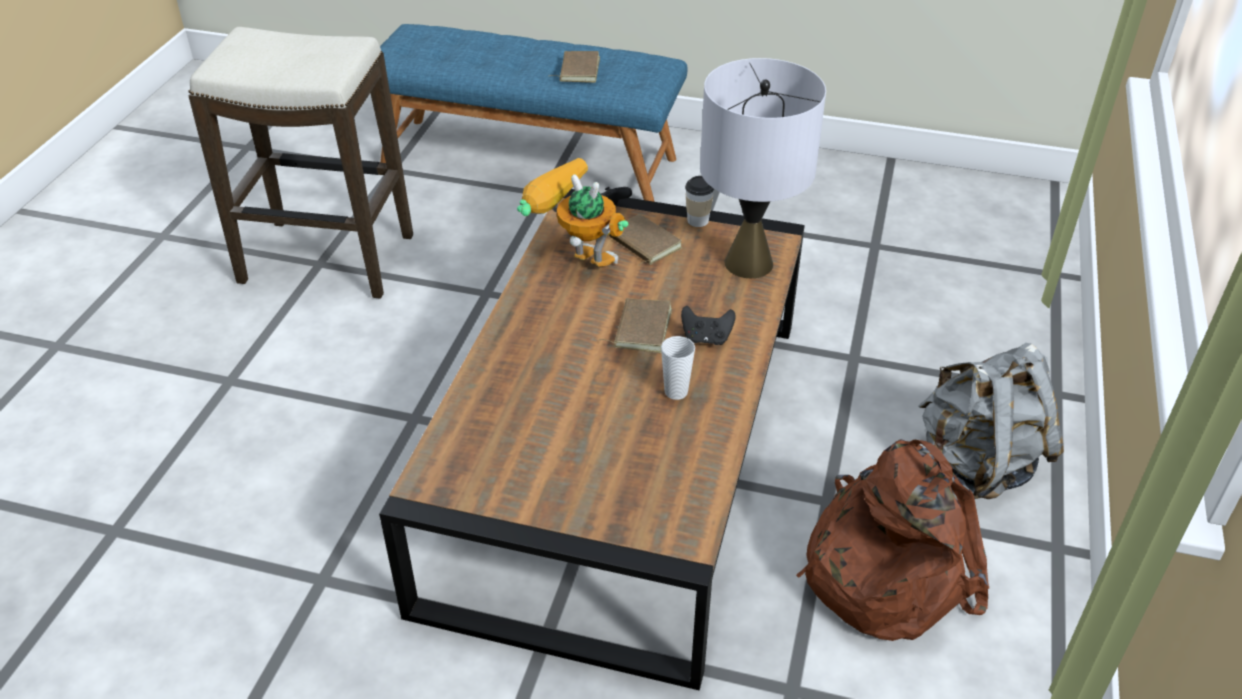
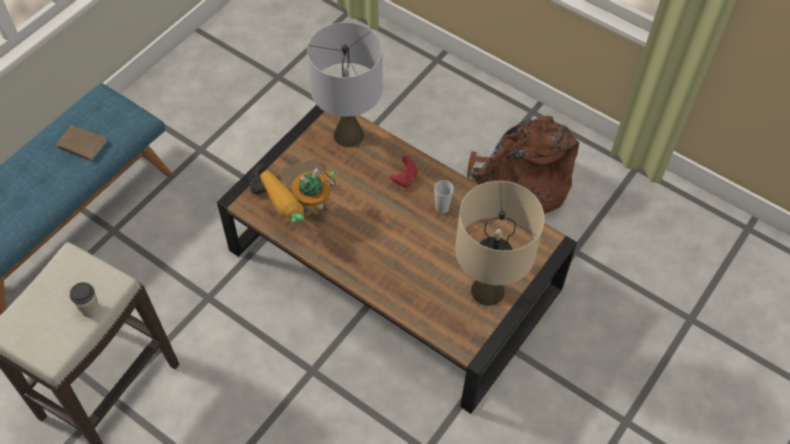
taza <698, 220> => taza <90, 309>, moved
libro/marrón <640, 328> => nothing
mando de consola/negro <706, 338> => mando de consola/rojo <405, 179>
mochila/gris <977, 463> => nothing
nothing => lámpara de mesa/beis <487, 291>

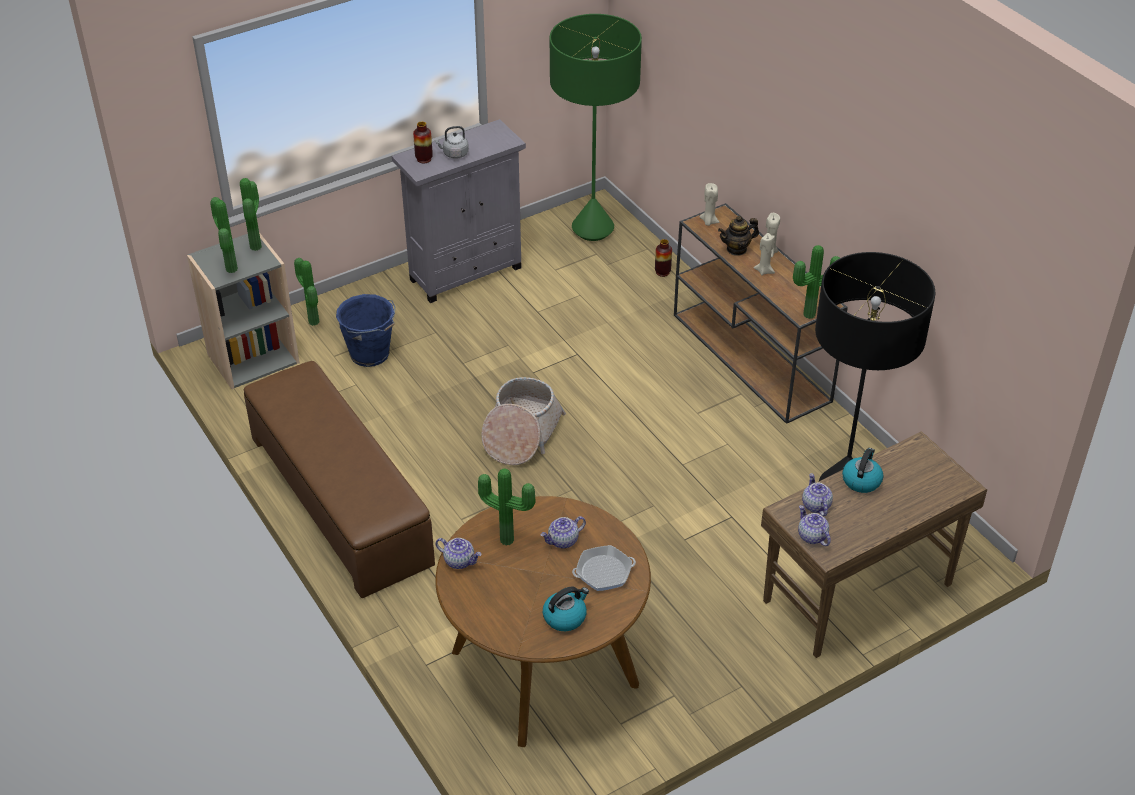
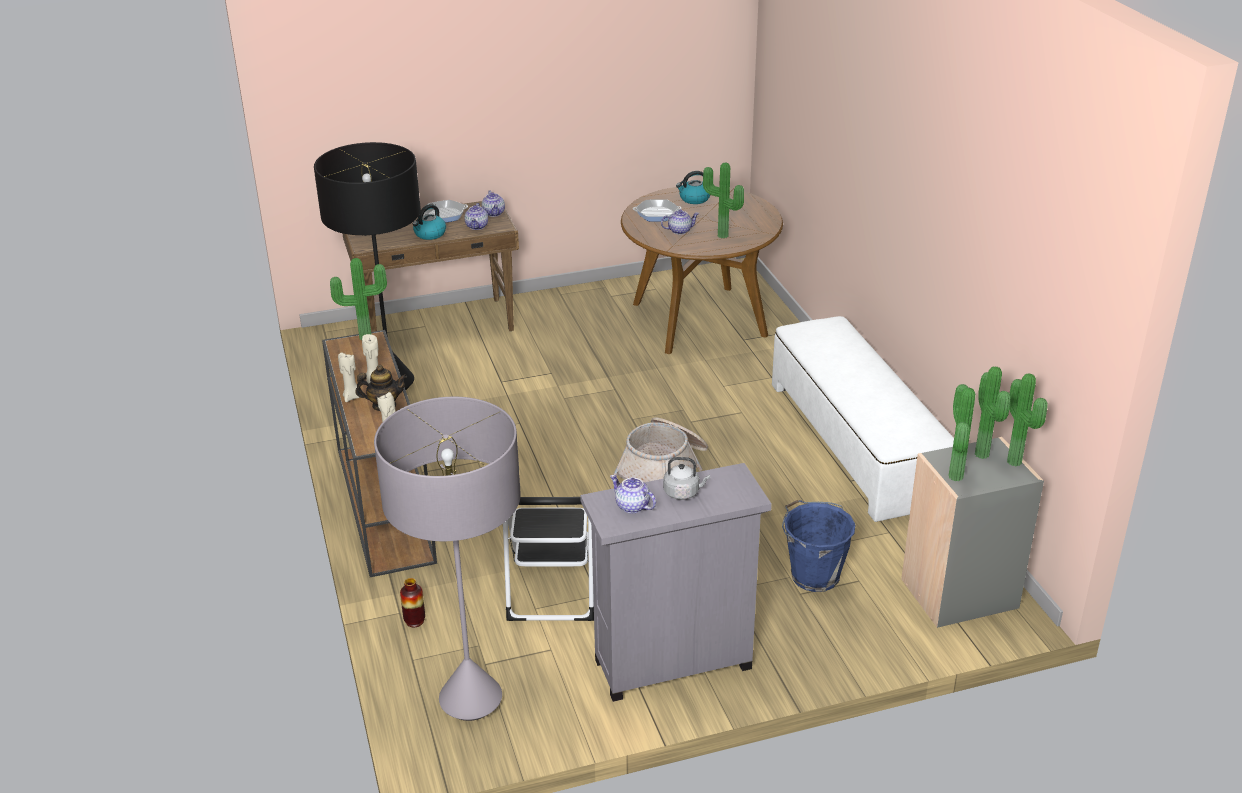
lámpara de pie/verde <592, 231> => lámpara de pie/gris <471, 702>
florero <424, 159> => nothing
planta en maceta <312, 322> => planta en maceta <1017, 461>, moved
banco/marrón <338, 499> => banco/blanco <856, 442>
tetera <459, 561> => tetera <632, 506>, moved
nothing => sartén <444, 215>
nothing => escalera de tijera <552, 588>

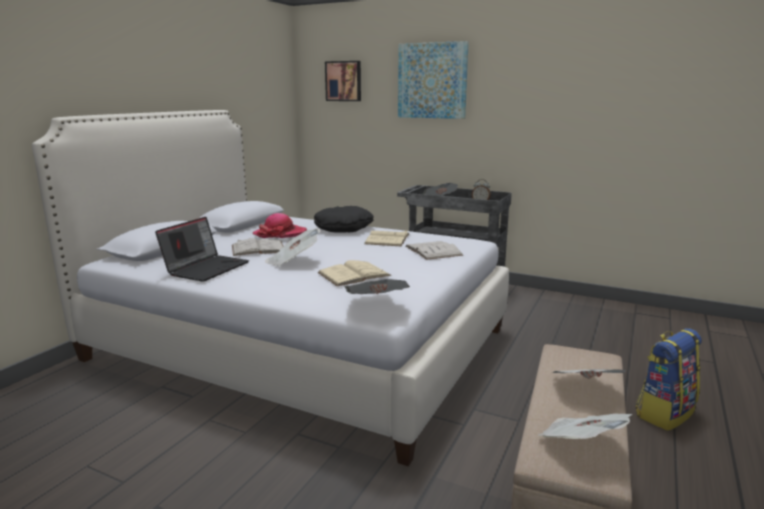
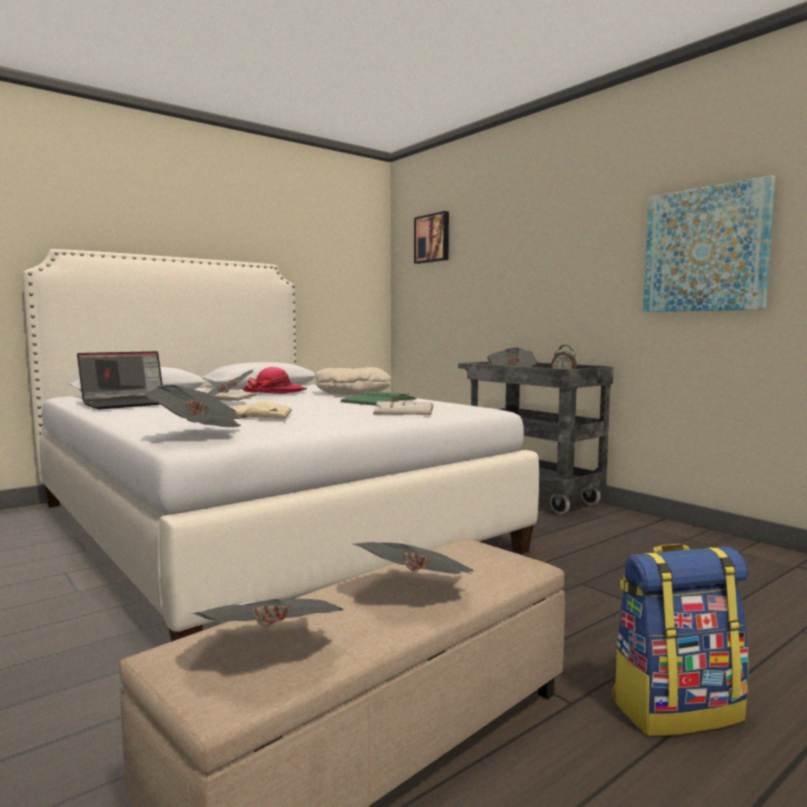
cuadro <432, 81> => cuadro <705, 250>, moved
cojín/negro <342, 228> => cojín/beis <352, 393>
libro/beis <387, 239> => libro/verde <378, 401>

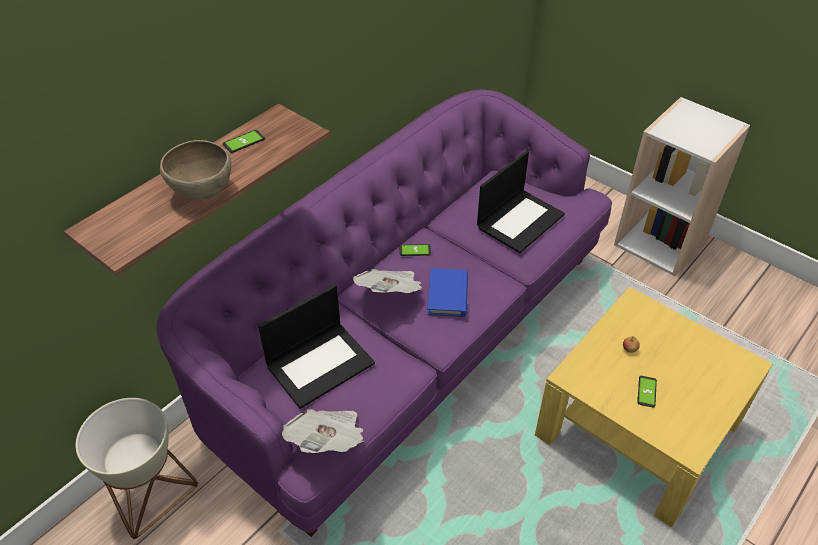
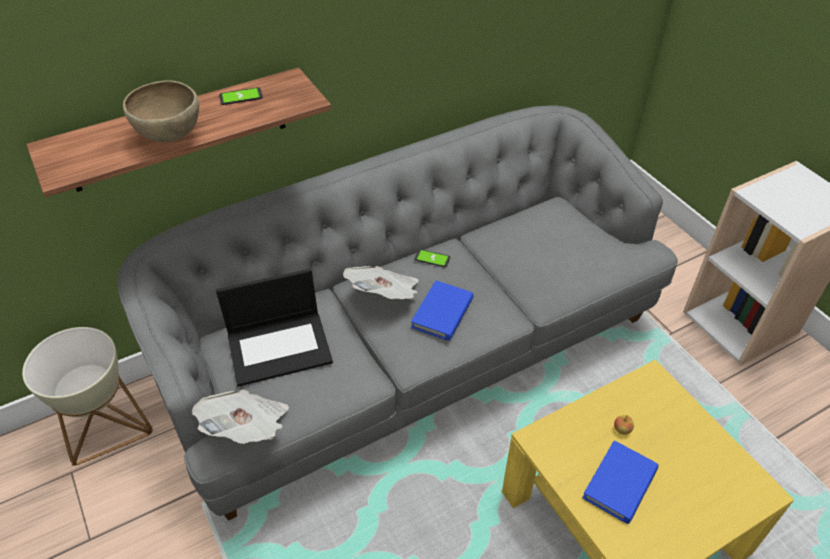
sofá/morado <408, 341> => sofá/gris <414, 353>
portátil <520, 220> => nothing
móvil <646, 392> => libro/azul <620, 484>

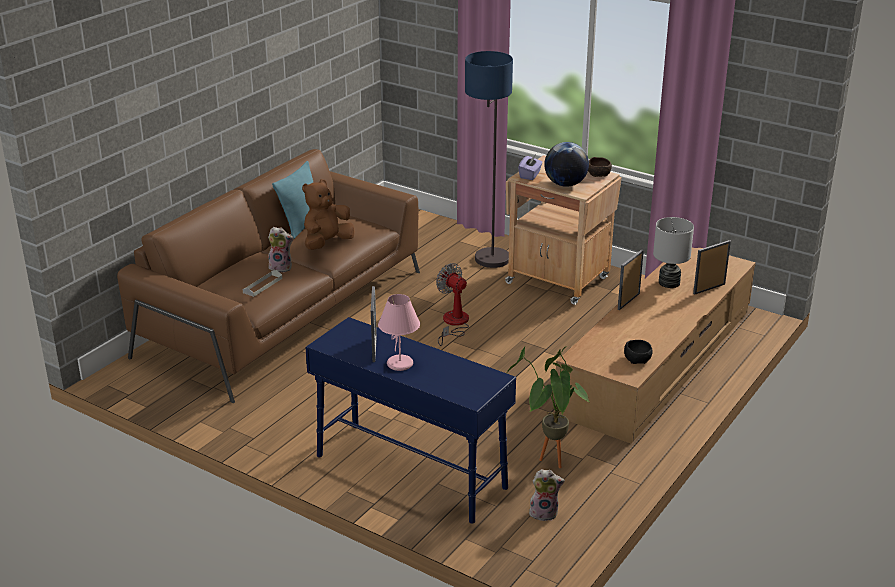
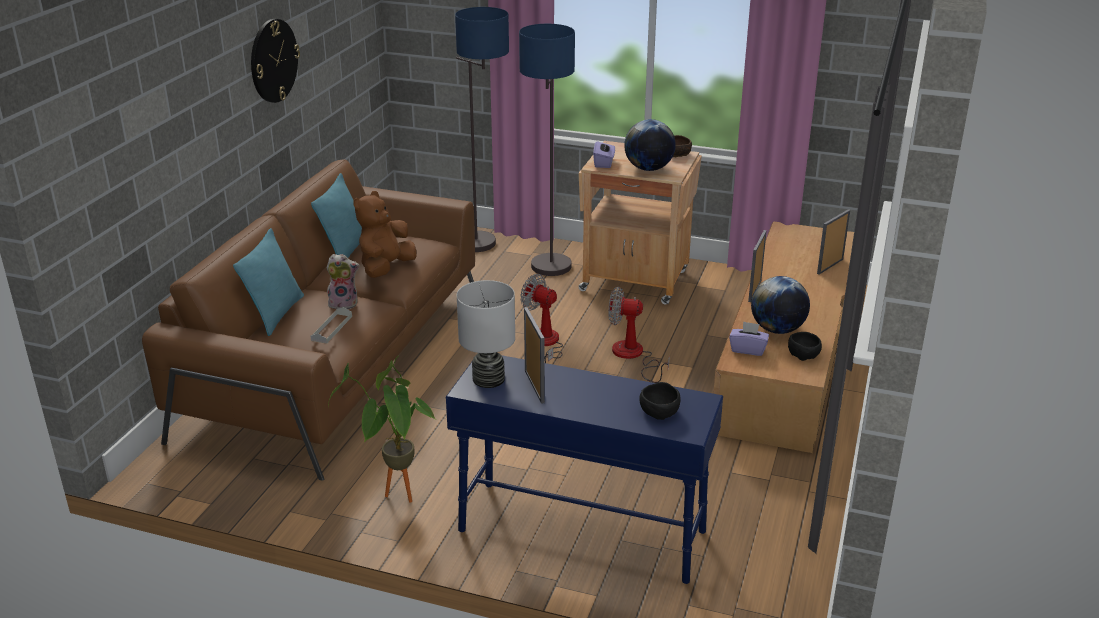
lámpara de mesa/gris <669, 283> => lámpara de mesa/gris <488, 379>, moved
lámpara de mesa/rosa <400, 364> => nothing
planta en maceta <548, 463> => planta en maceta <396, 498>, moved
peluche <544, 513> => nothing
nothing => lámpara de pie/azul <484, 247>
nothing => reloj de pared <273, 60>
nothing => cojín/turquesa <276, 314>
nothing => globo terráqueo <777, 329>
nothing => ventilador <633, 356>
nothing => caja de pañuelos/morado <748, 349>
nothing => cuenco/negro <659, 412>

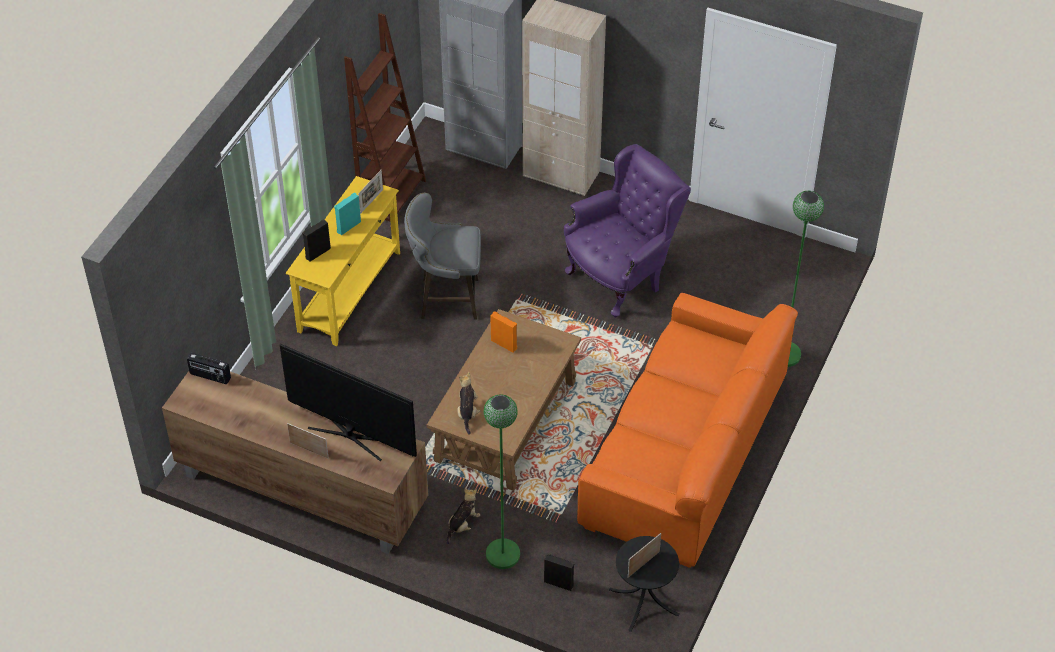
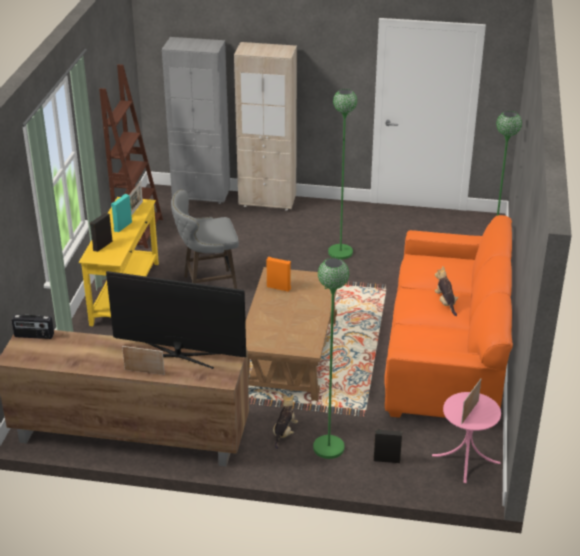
sillón/morado <620, 277> => lámpara de pie/verde <340, 252>
peluche <467, 412> => peluche <445, 303>, moved
mesa auxiliar/negro <644, 602> => mesa auxiliar/rosa <466, 459>

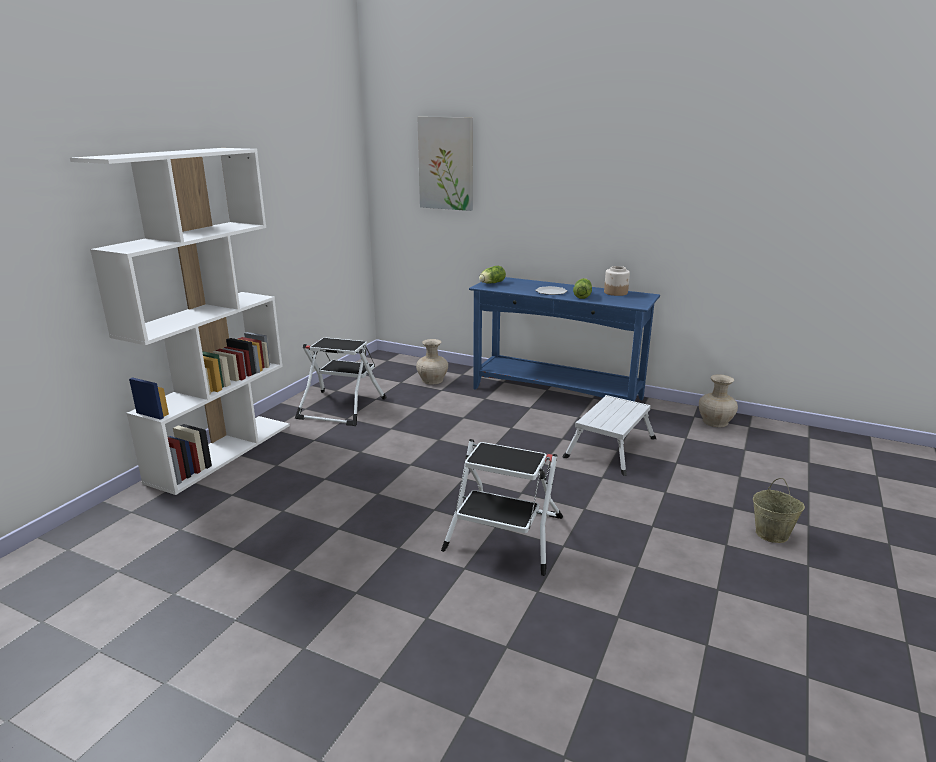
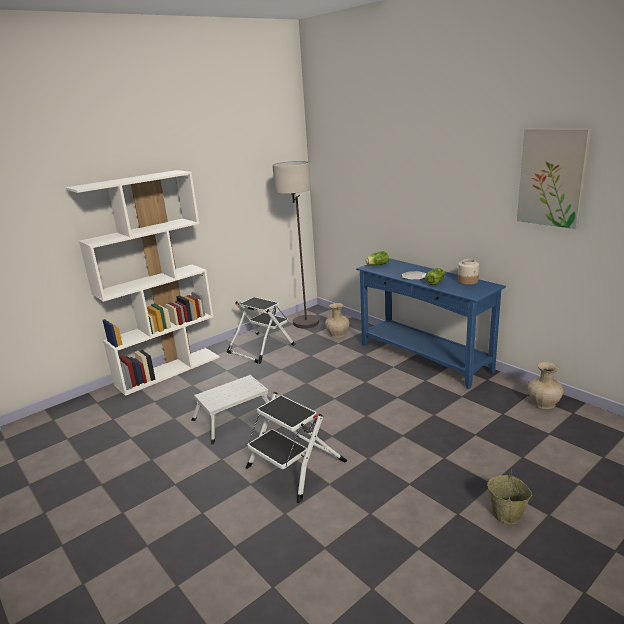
cuadro <446, 163> => cuadro <552, 177>, moved
escalera de tijera/blanco <611, 447> => escalera de tijera/blanco <235, 418>, moved
nothing => lámpara de pie/gris <304, 326>

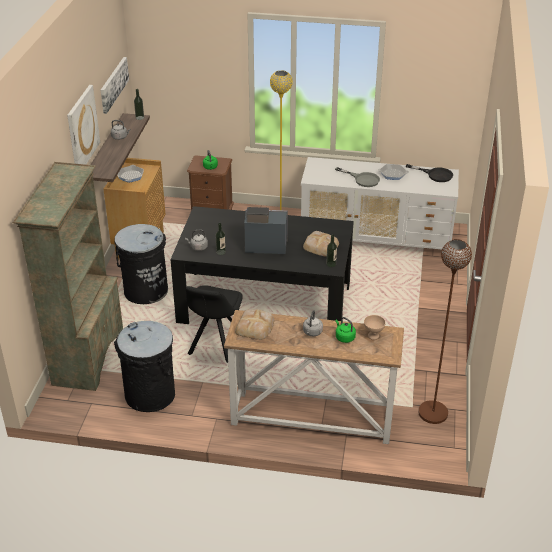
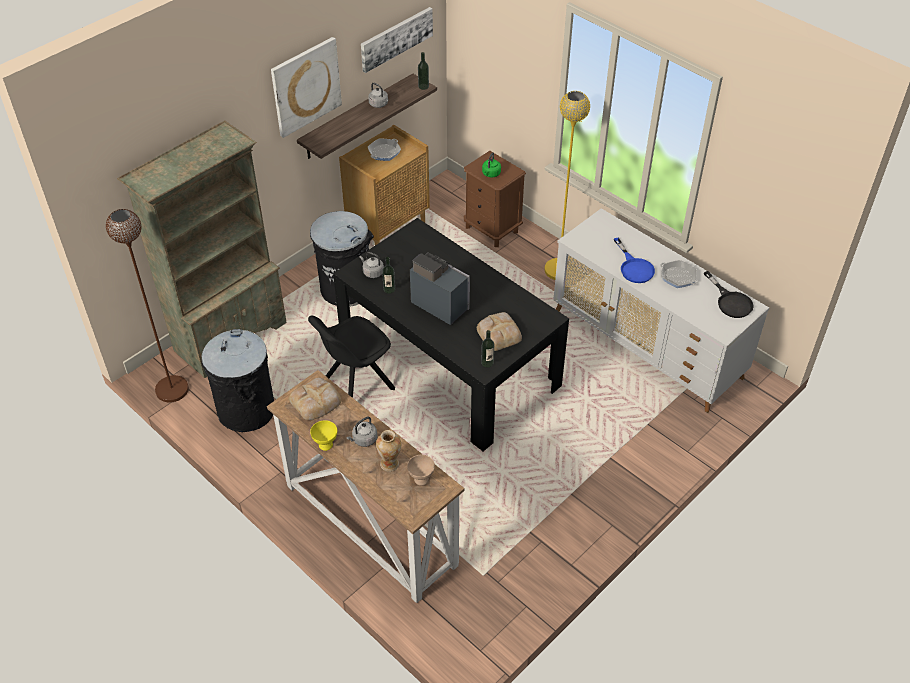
sartén/gris <362, 179> => sartén/azul <634, 267>
lámpara de pie/marrón <432, 413> => lámpara de pie/marrón <172, 389>, moved
hervidor/verde <344, 337> => florero <390, 464>
nothing => cuenco/amarillo <325, 445>

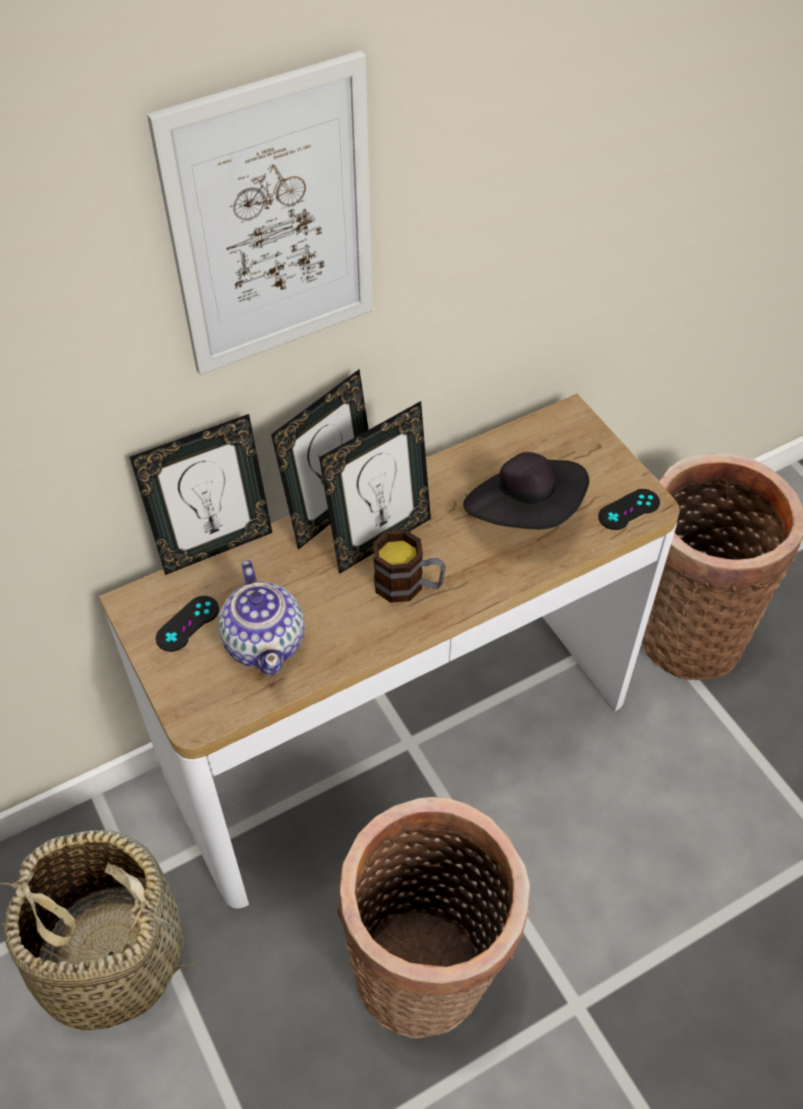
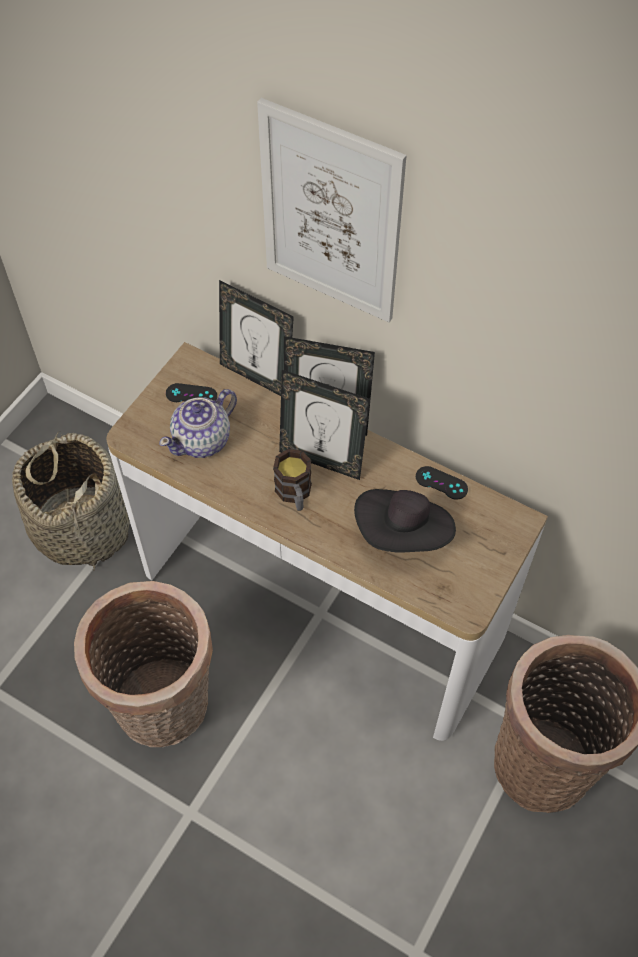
mando de consola/negro <629, 510> => mando de consola/negro <441, 483>, moved

